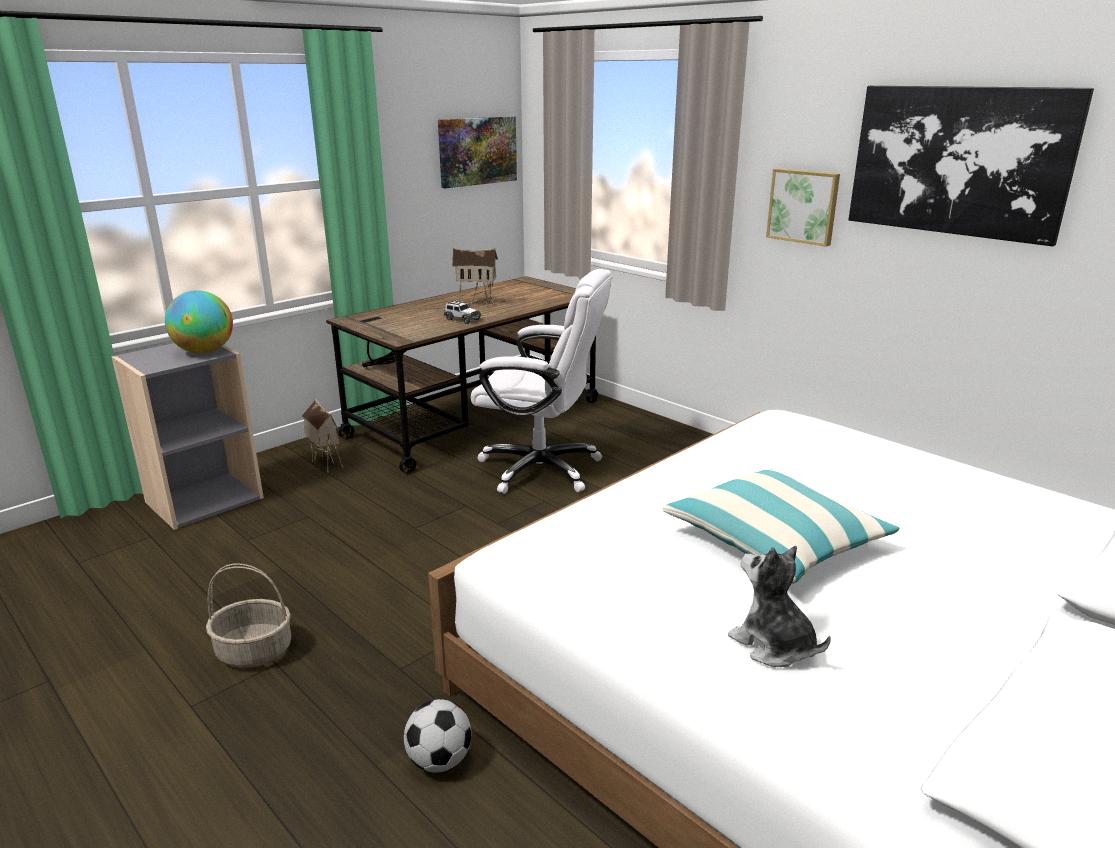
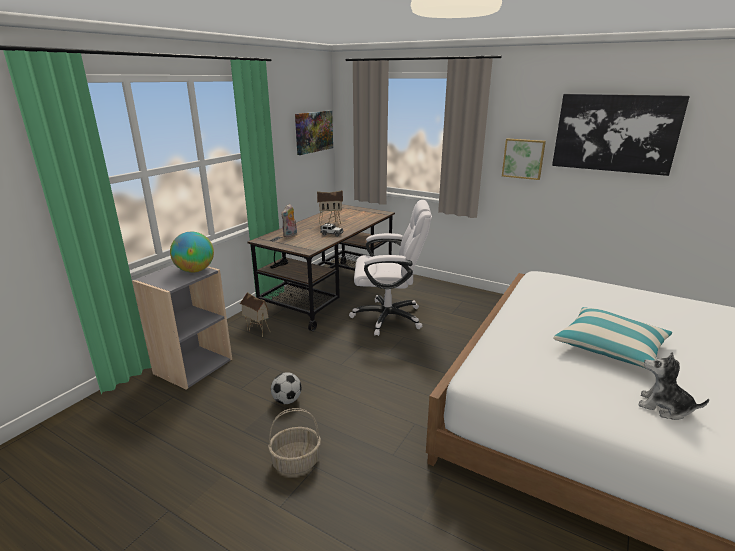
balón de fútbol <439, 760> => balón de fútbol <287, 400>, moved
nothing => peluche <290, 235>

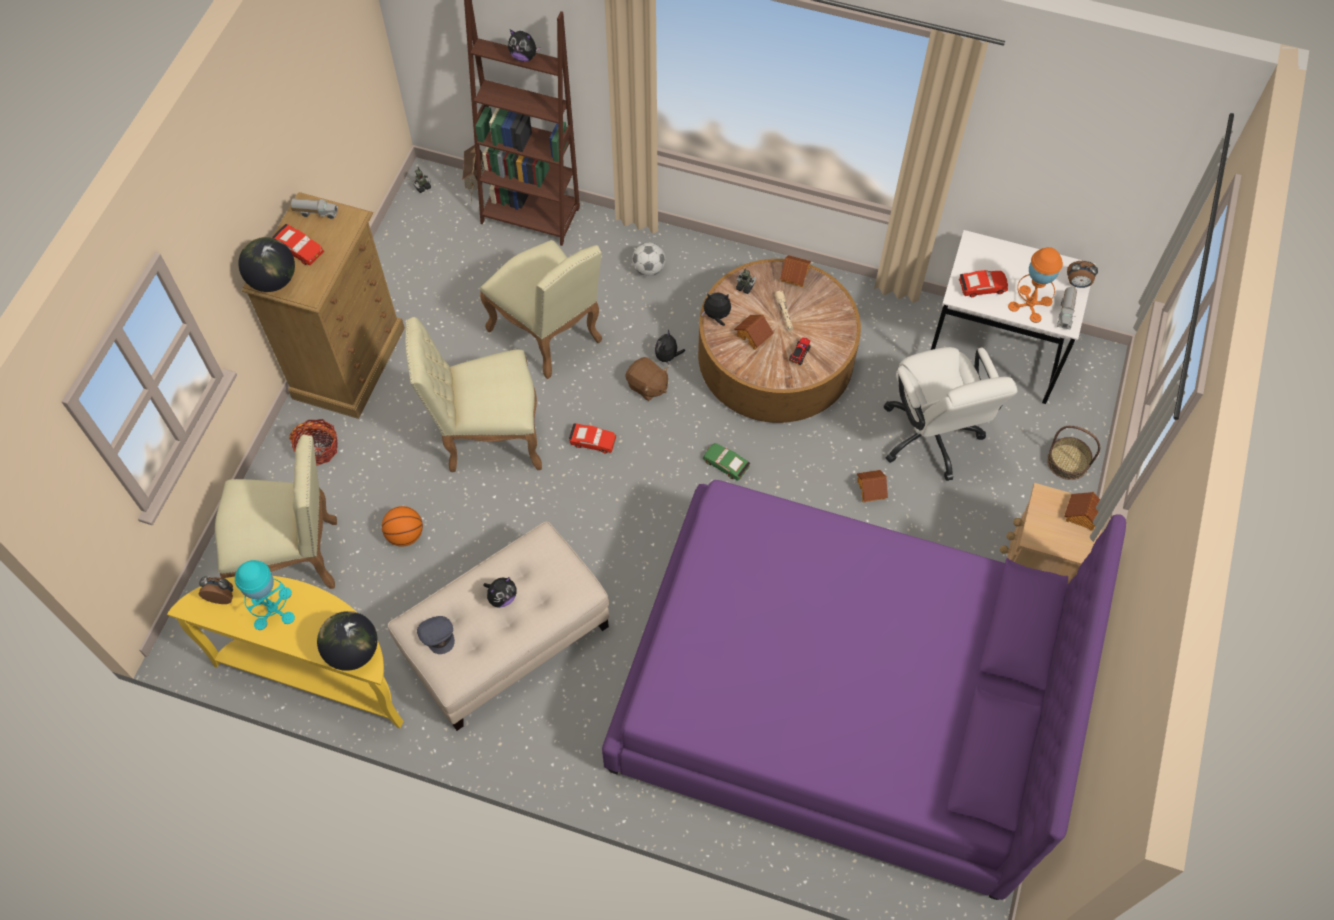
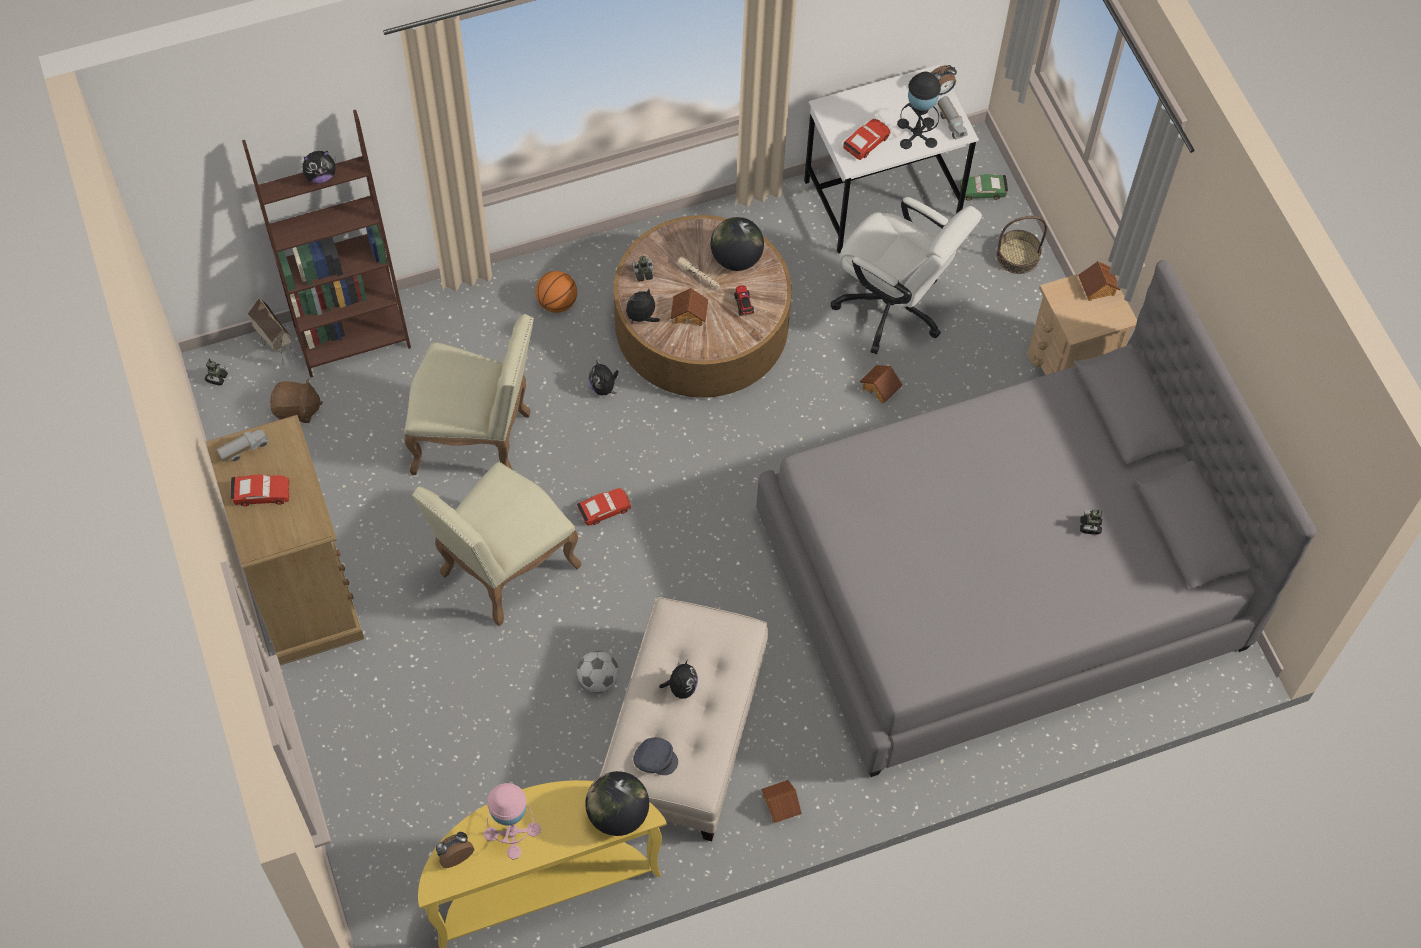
globo terráqueo <273, 280> => globo terráqueo <736, 259>, moved
balón de fútbol <649, 269> => balón de fútbol <598, 679>, moved
lámpara de mesa/naranja <1030, 304> => lámpara de mesa/negro <917, 133>
casita <794, 274> => casita <780, 804>, moved
peluche/marrón <647, 386> => peluche/marrón <297, 410>, moved
cesta <318, 448> => nothing
silla/beis <292, 557> => nothing
coche de juguete/verde <726, 464> => coche de juguete/verde <982, 191>, moved
cama/morado <838, 698> => cama/gris <1001, 581>
balón de baloncesto <405, 535> => balón de baloncesto <557, 303>, moved
lámpara de mesa/turquesa <273, 608> => lámpara de mesa/rosa <512, 832>
nothing => robot de juguete <1090, 527>

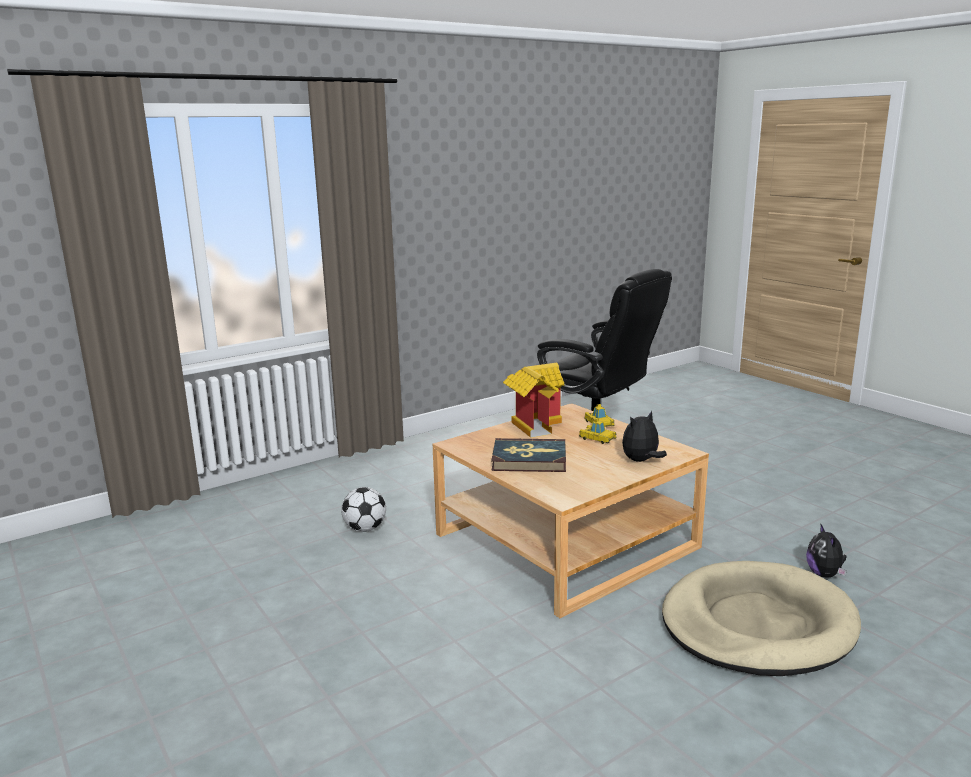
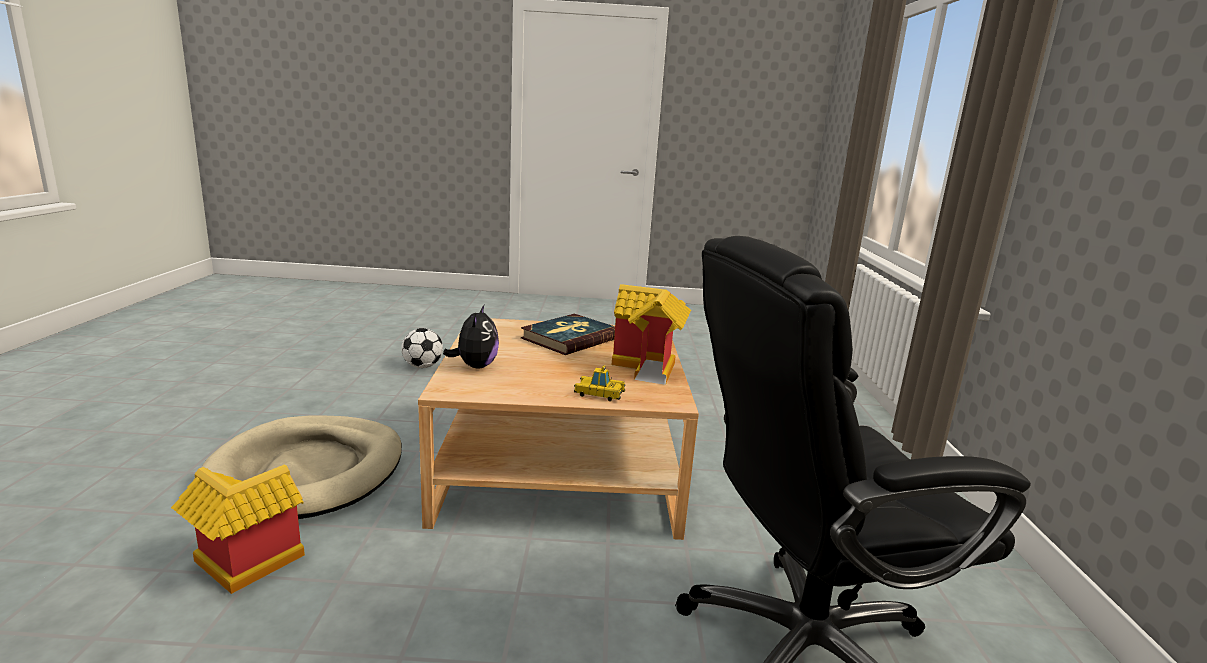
coche de juguete <597, 438> => nothing
balón de fútbol <365, 529> => balón de fútbol <422, 366>, moved
peluche <825, 574> => casita <242, 566>

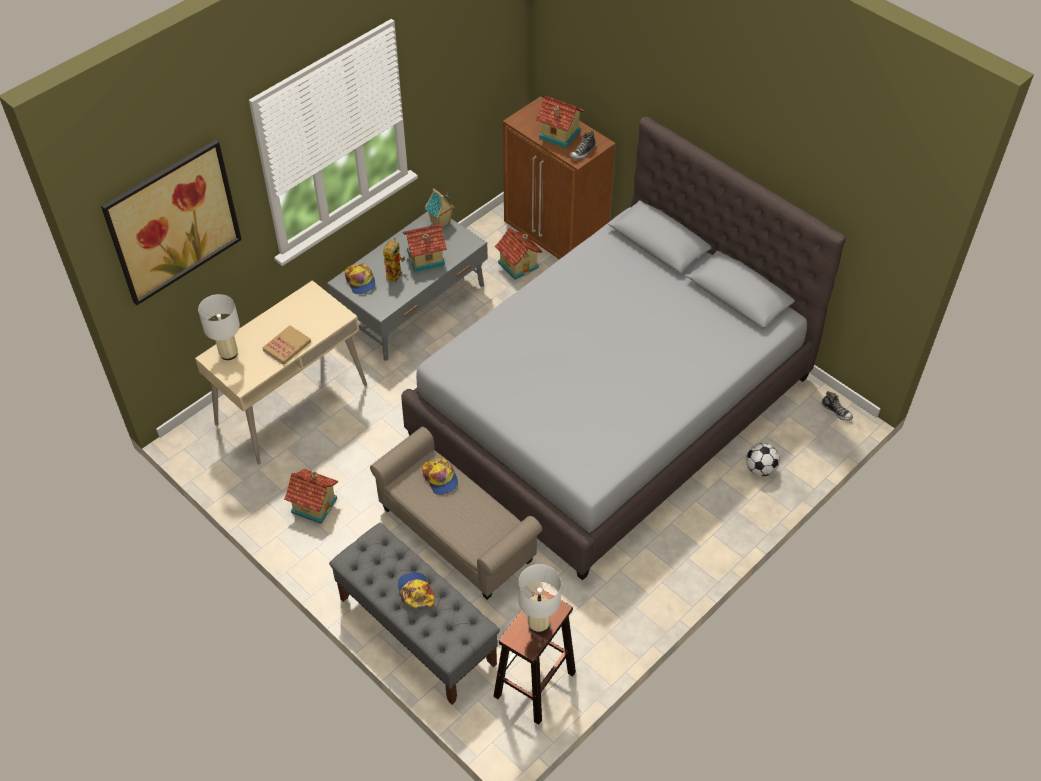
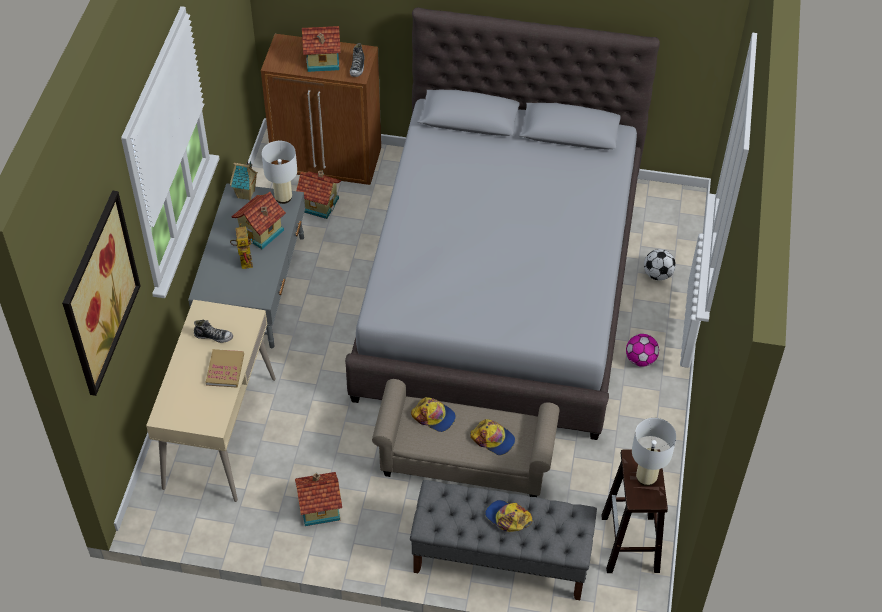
gorra <360, 281> => gorra <493, 439>, moved
lámpara de mesa/blanco <228, 353> => lámpara de mesa/blanco <283, 197>, moved
zapato <836, 411> => zapato <213, 336>, moved
nothing => balón de fútbol <640, 360>

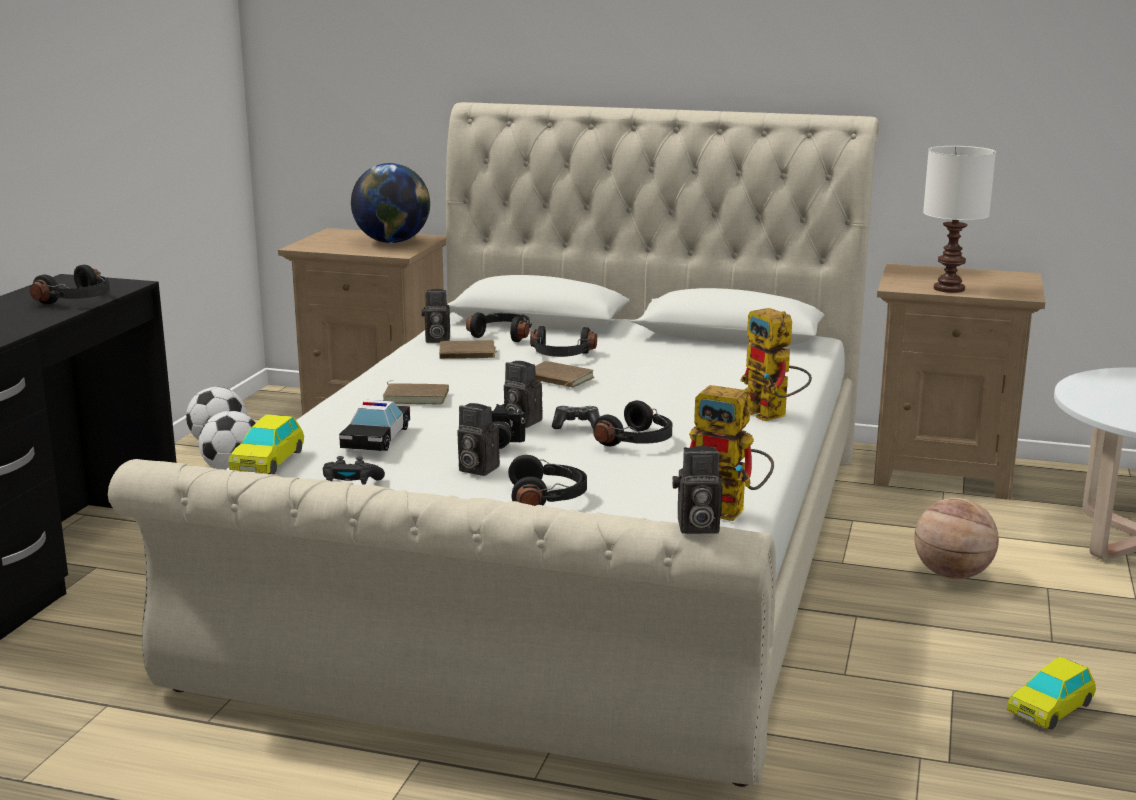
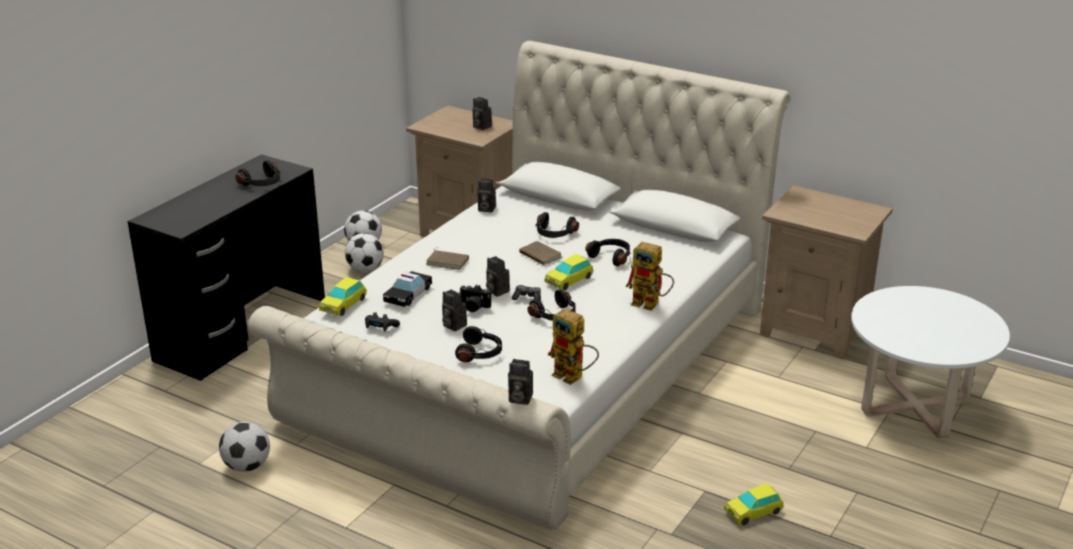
lámpara de mesa/blanco <949, 288> => nothing
globo terráqueo <392, 242> => cámara <480, 126>
robot de juguete <773, 415> => robot de juguete <651, 304>, 45 degrees counterclockwise
auriculares/negro <503, 335> => auriculares/negro <611, 257>, moved
libro/marrón <467, 354> => nothing
balón de baloncesto <952, 575> => nothing
nothing => coche de juguete <569, 280>
nothing => balón de fútbol <247, 466>

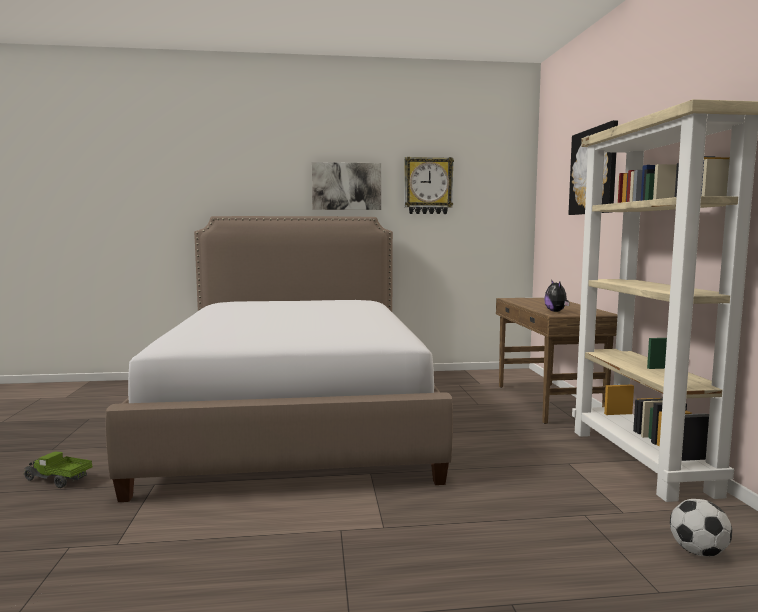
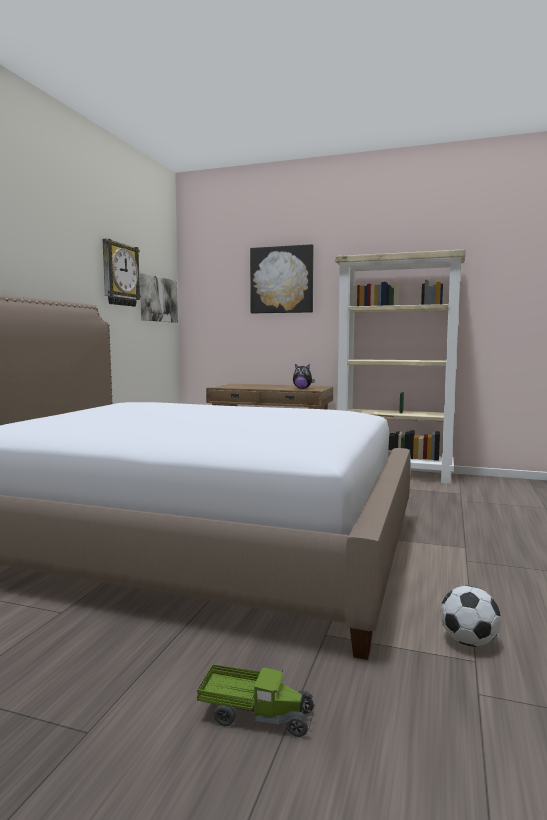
cuadro <346, 186> => cuadro <158, 299>, moved
camión de juguete <57, 480> => camión de juguete <256, 715>, 120 degrees counterclockwise
balón de fútbol <698, 552> => balón de fútbol <468, 641>, moved

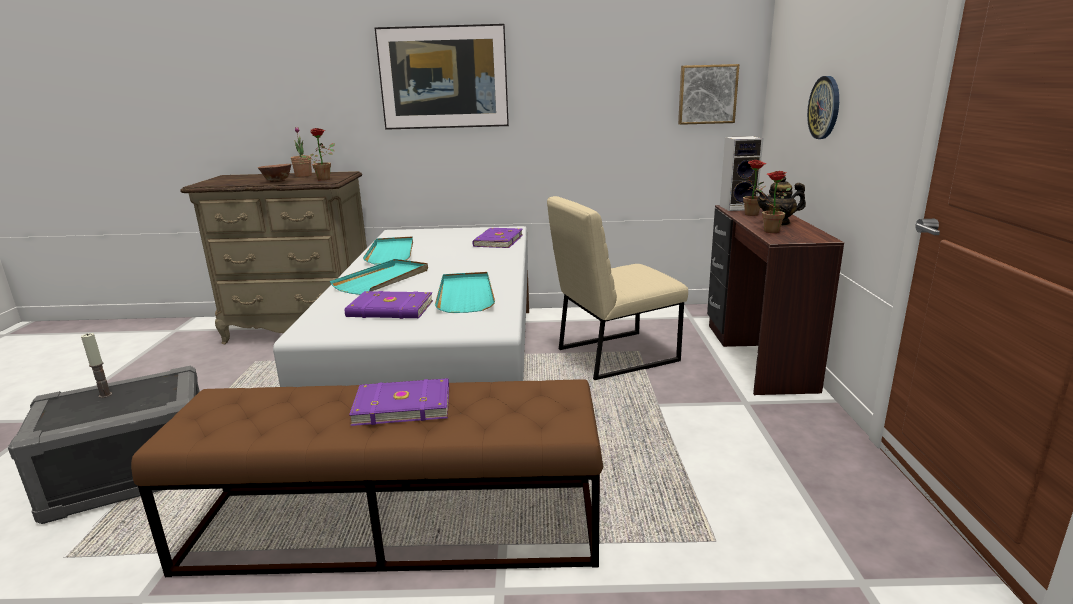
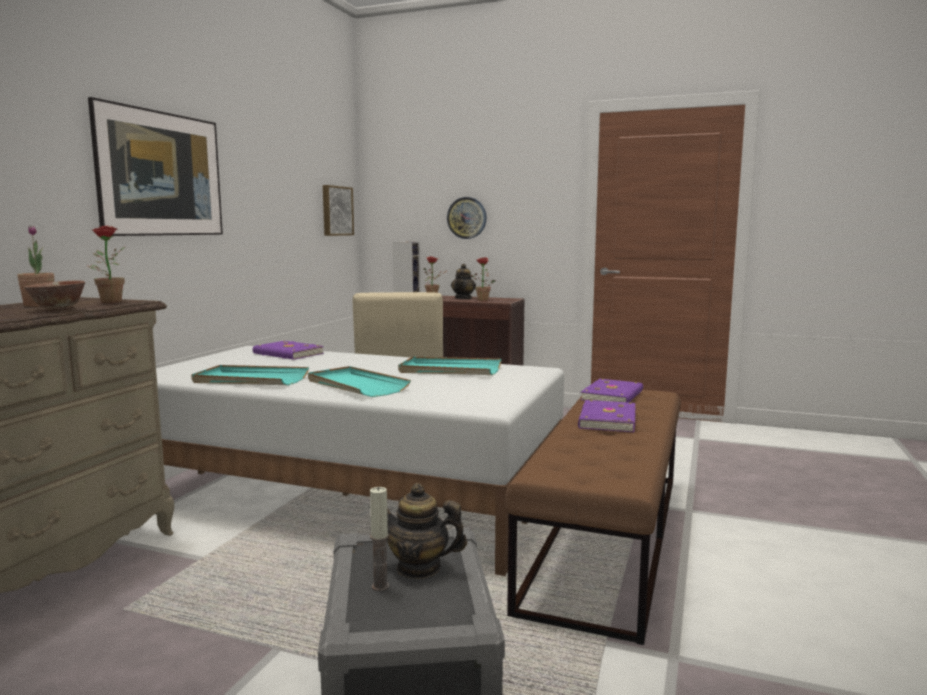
libro/morado <390, 310> => libro/morado <613, 395>, moved
nothing => tetera <419, 568>

